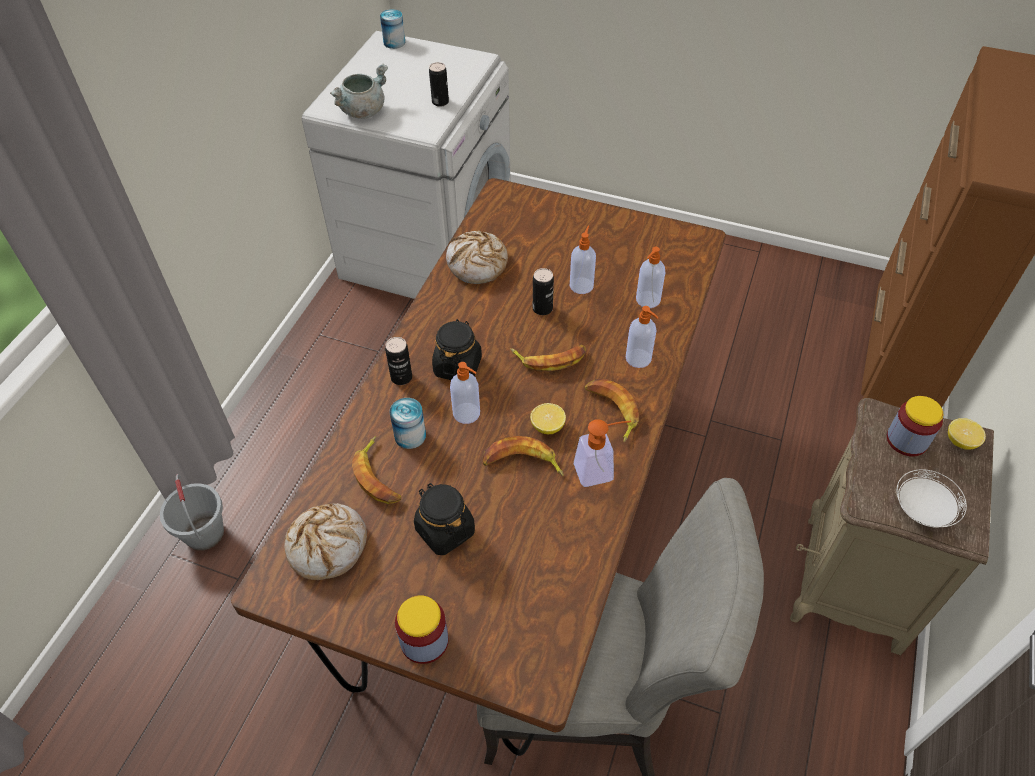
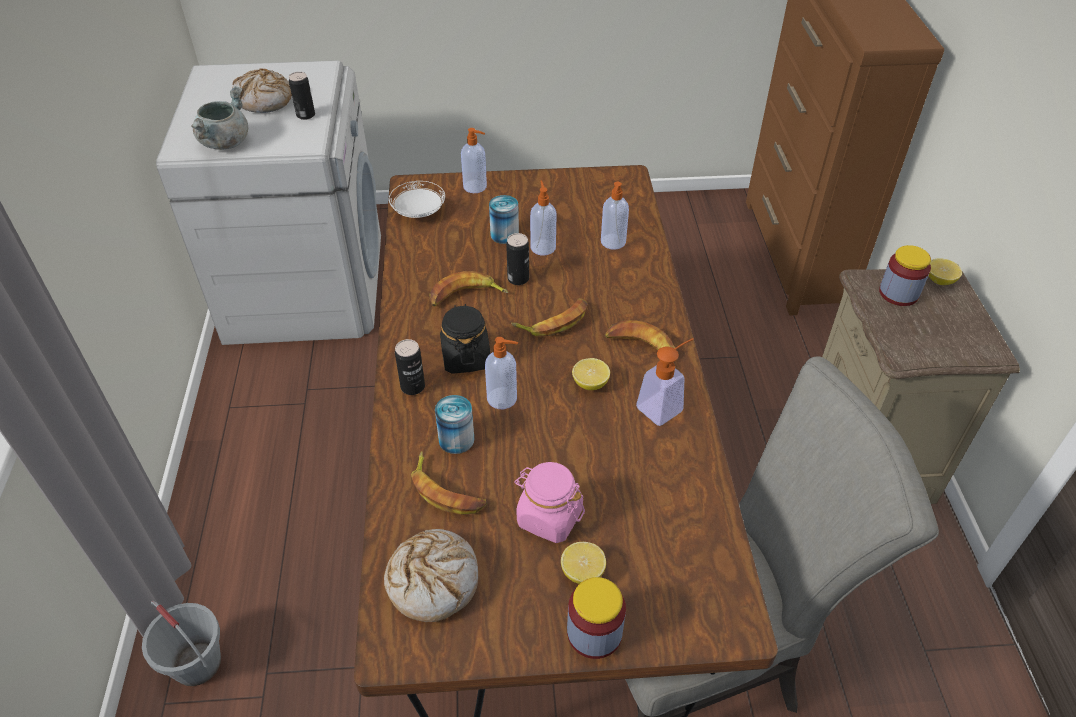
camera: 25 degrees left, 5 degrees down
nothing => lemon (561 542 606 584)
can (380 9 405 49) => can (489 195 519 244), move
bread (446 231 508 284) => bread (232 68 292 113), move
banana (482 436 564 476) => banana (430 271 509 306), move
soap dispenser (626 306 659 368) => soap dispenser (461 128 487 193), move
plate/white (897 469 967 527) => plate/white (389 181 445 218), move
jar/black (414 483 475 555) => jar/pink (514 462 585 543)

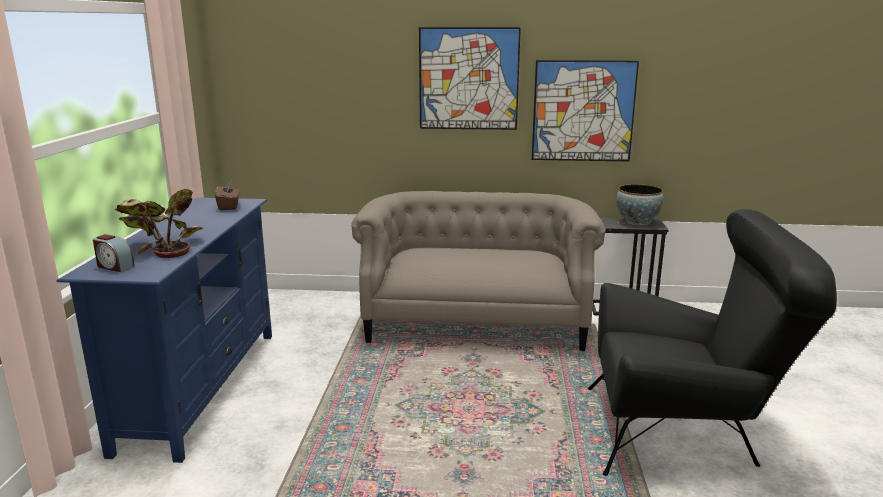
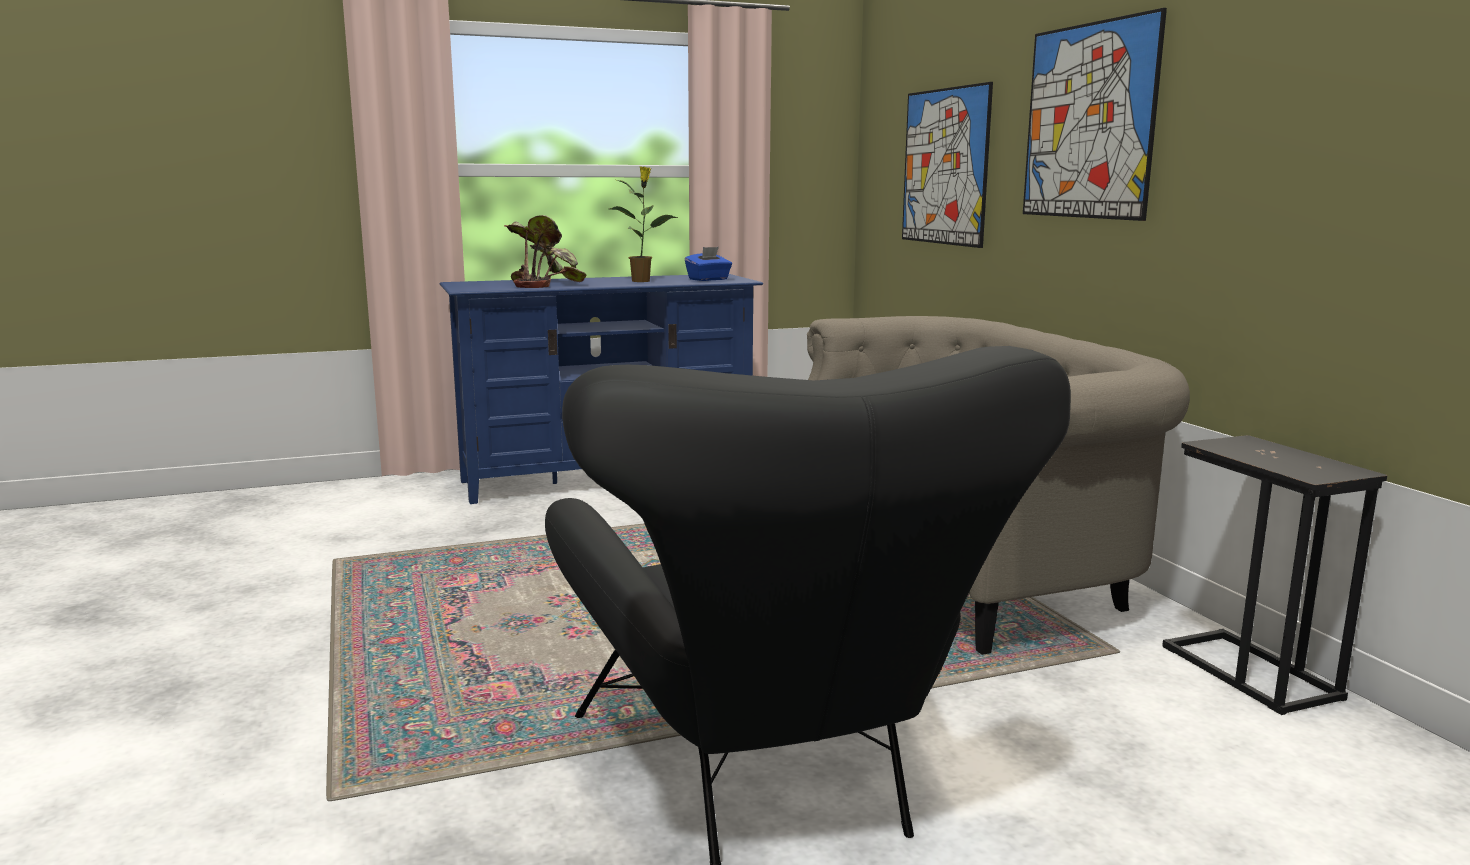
camera: 65 degrees right, 5 degrees down
alarm clock (93 234 135 272) => nothing
bowl (616 184 663 225) => nothing
nothing => potted plant (610 166 678 282)
picture (532 60 639 161) => picture (902 82 993 248), move
tissue box/brown (215 181 240 210) => tissue box/blue (685 247 732 281)

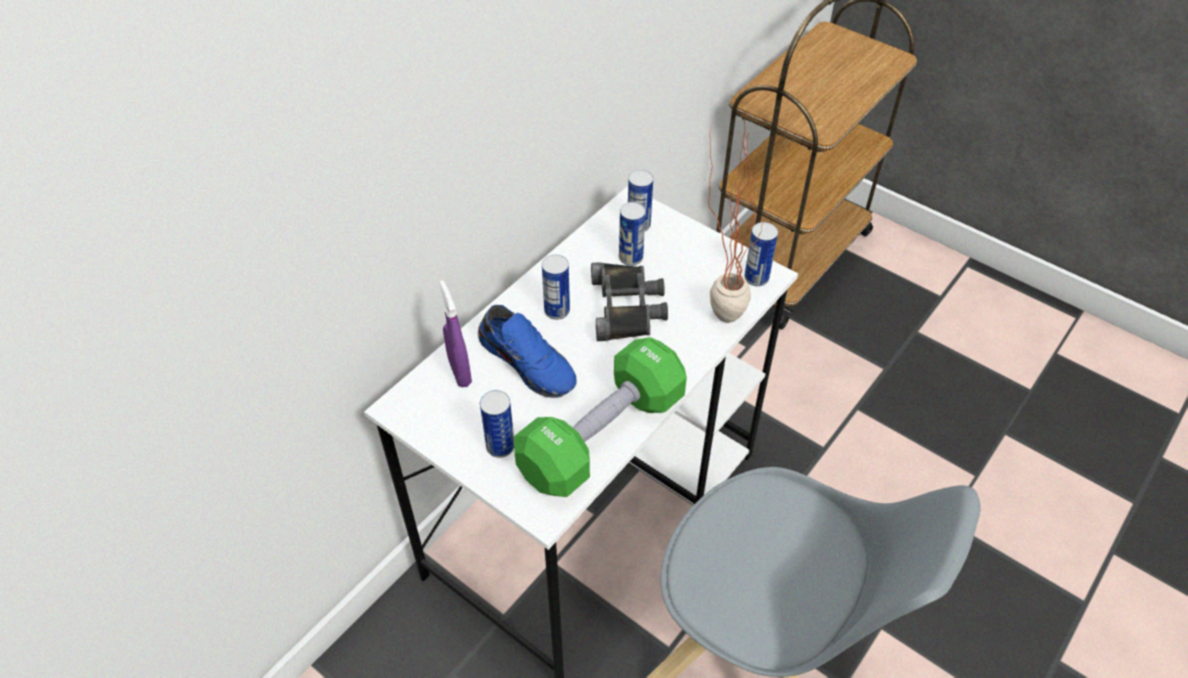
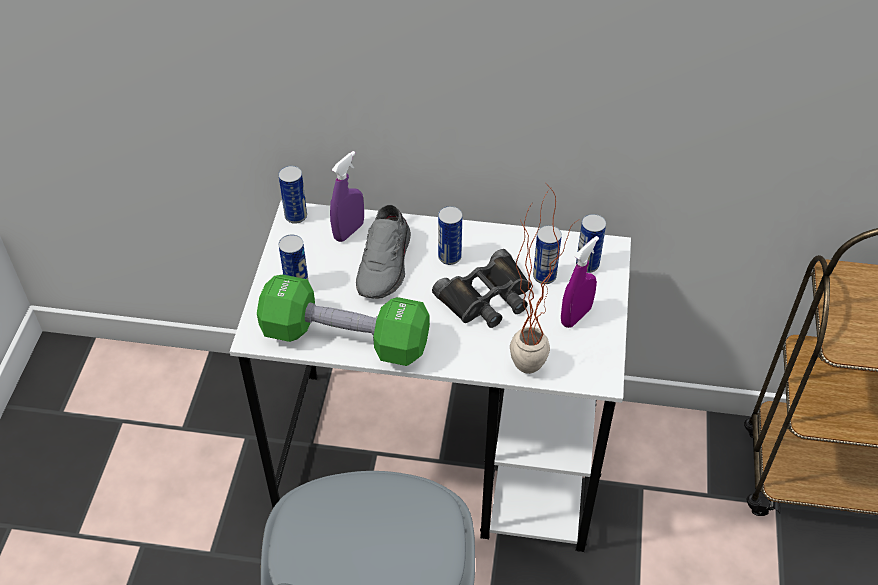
camera: 60 degrees right, 0 degrees up
nothing => spray bottle/purple (561 236 599 328)
can (744 222 778 286) => can (278 166 307 224), move
shoe/blue (478 305 577 398) => shoe/grey (356 204 411 299)

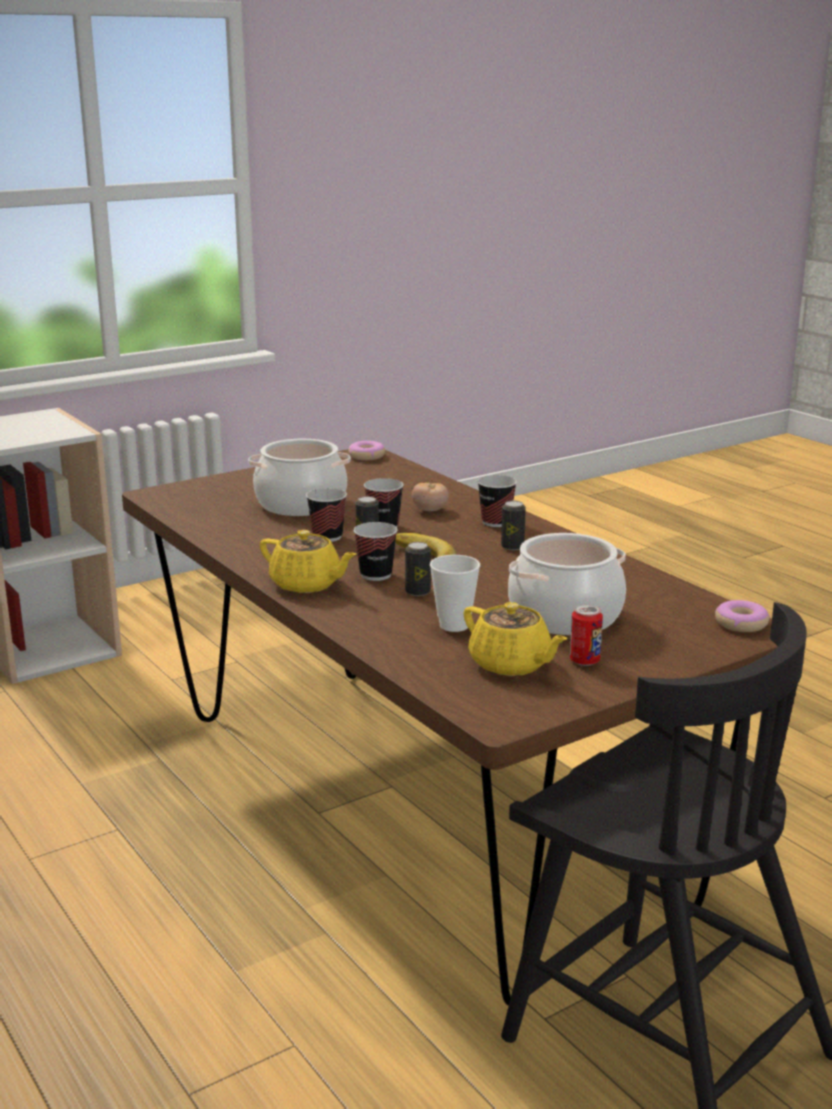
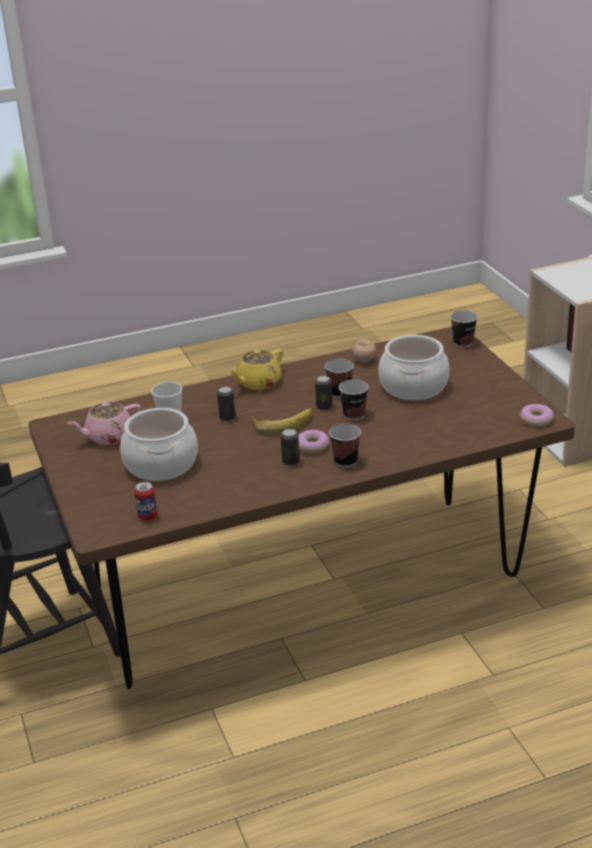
camera: 105 degrees right, 10 degrees up
cup (353 522 398 581) => cup (450 310 478 347), move
tomato (412 482 449 511) => tomato (352 339 376 363), move
can (570 604 603 666) => can (134 482 157 521), move
donut (715 600 770 632) => donut (298 430 329 453), move
teapot/yellow (463 602 567 676) => teapot/pink (67 402 141 445)

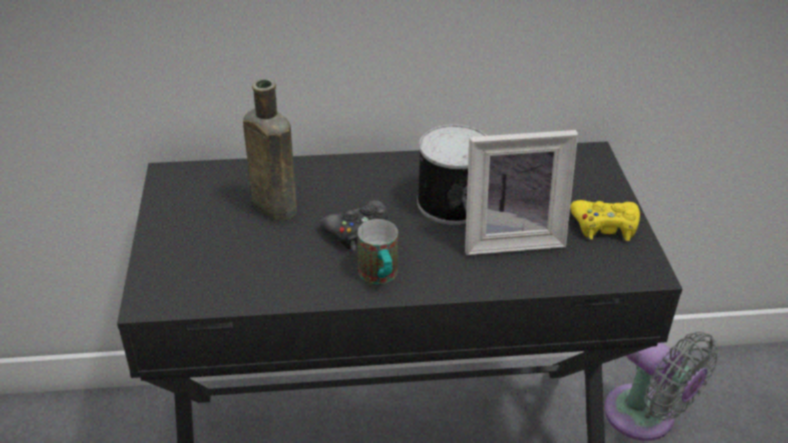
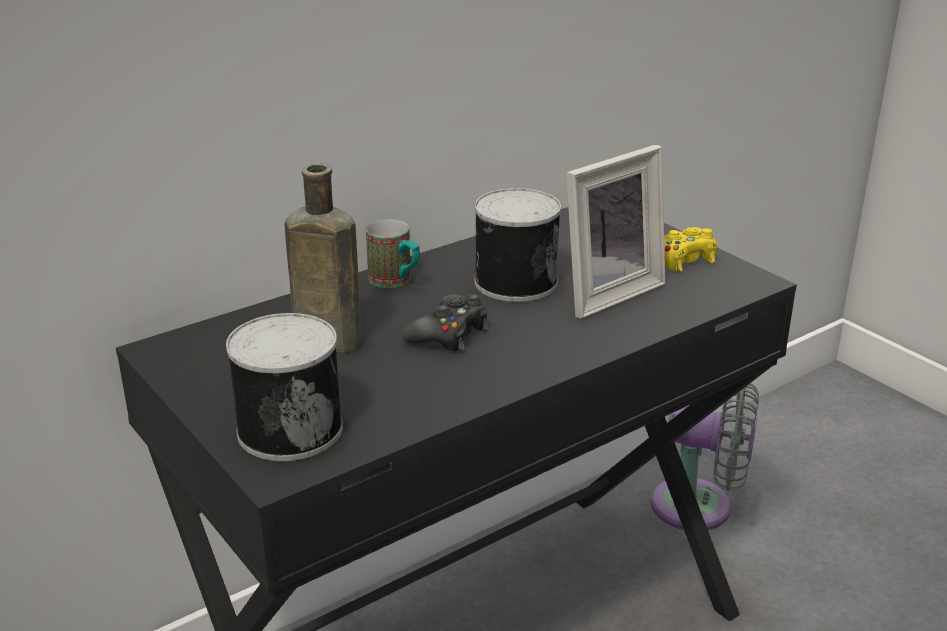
camera: 30 degrees left, 10 degrees down
nothing => can (226 313 343 461)
mug (357 219 398 284) => mug (366 219 420 288), move

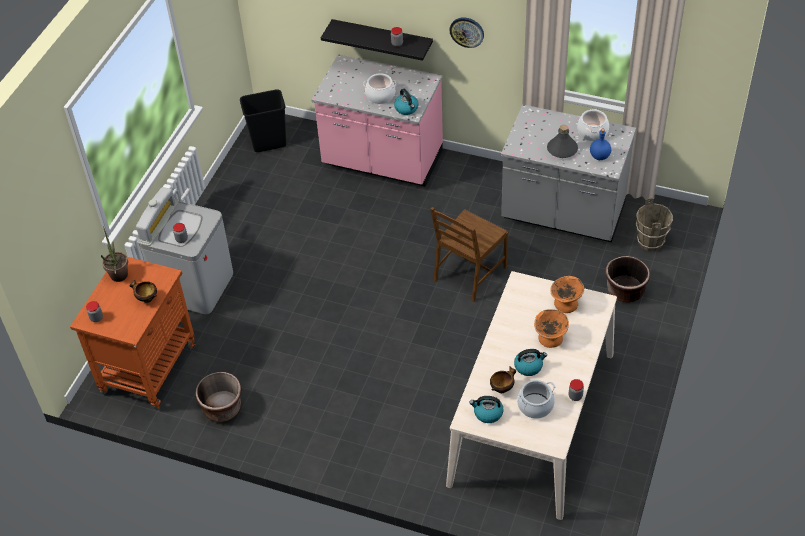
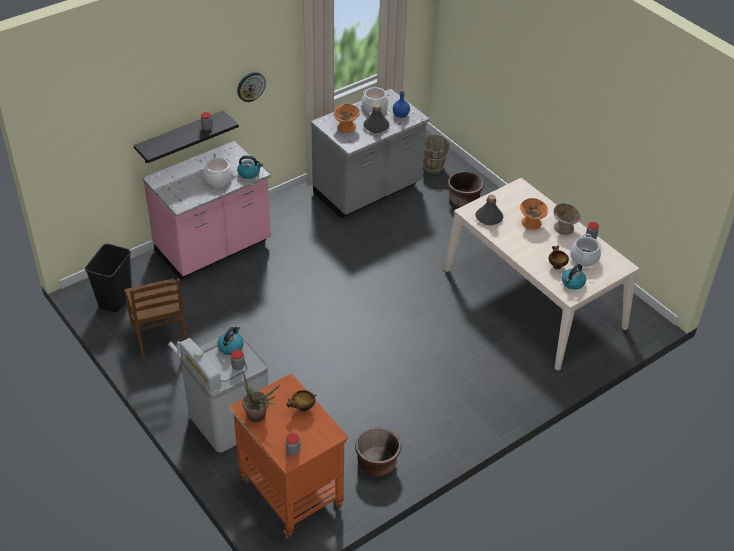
camera: 60 degrees left, 5 degrees down
nothing => bottle/grey (475 195 503 225)
nothing => bowl/beige (553 203 581 235)
chair/brown (430 207 508 302) => chair/brown (124 278 187 362), move
kettle (514 349 547 376) => kettle (217 326 244 355), move
bowl/orange (550 276 584 313) => bowl/orange (334 104 360 133), move

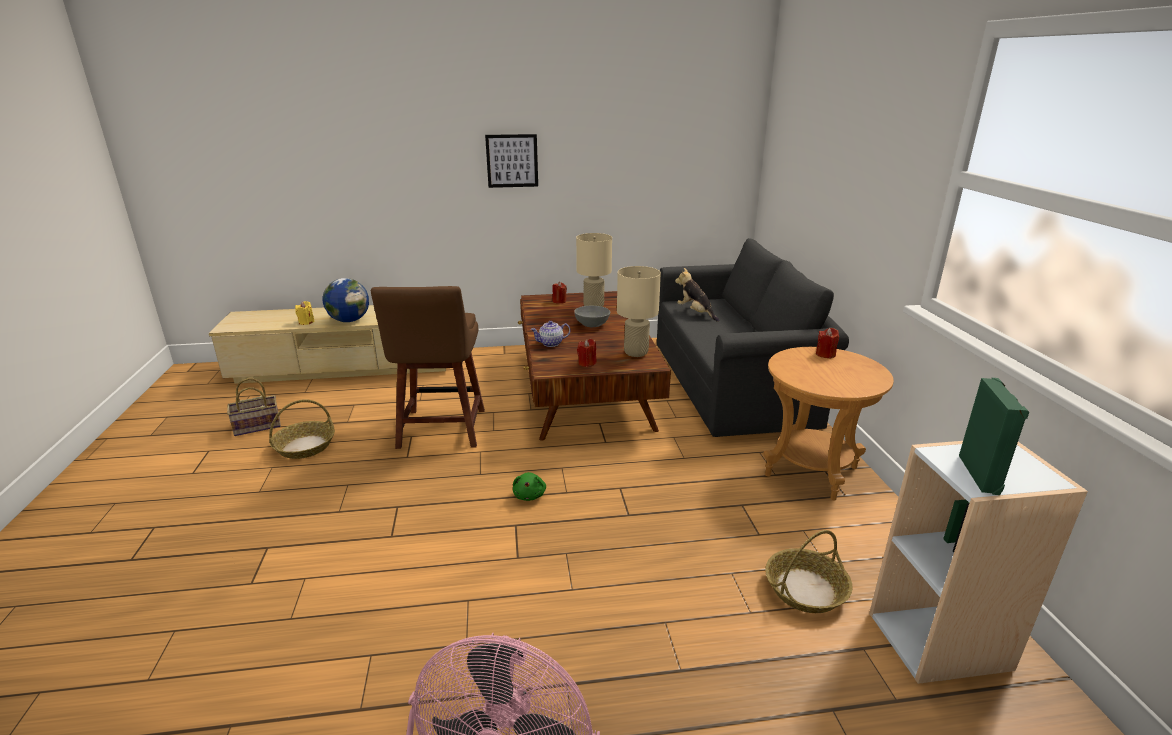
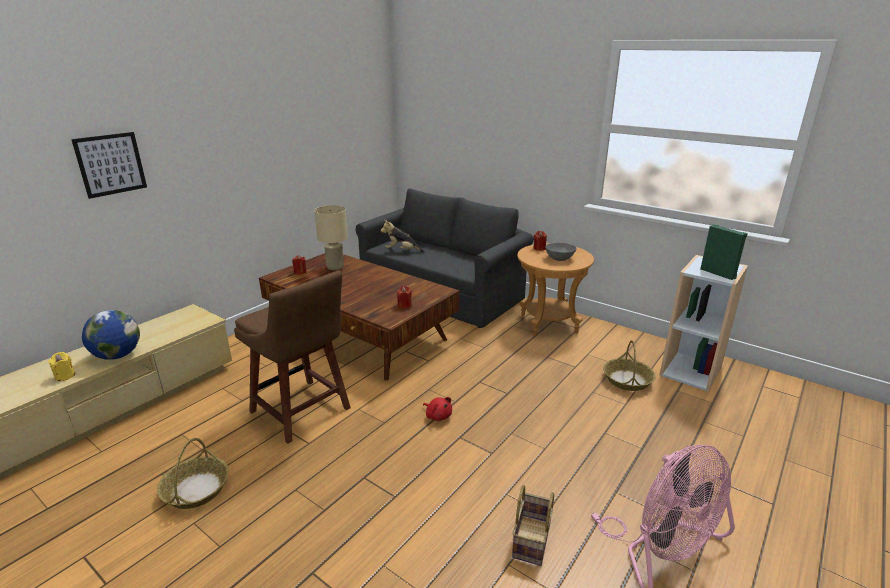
camera: 45 degrees left, 0 degrees up
teapot (530 321 571 347) => nothing
table lamp/beige (617 266 661 357) => nothing
basket (227 378 281 436) => basket (512 485 554 566), move
picture (485 134 538 188) => picture (71 132 147 199), move
bowl/grey (574 306 610 327) => bowl/grey (546 243 577 261), move
plush toy/green (513 472 546 501) => plush toy/red (423 397 452 421)

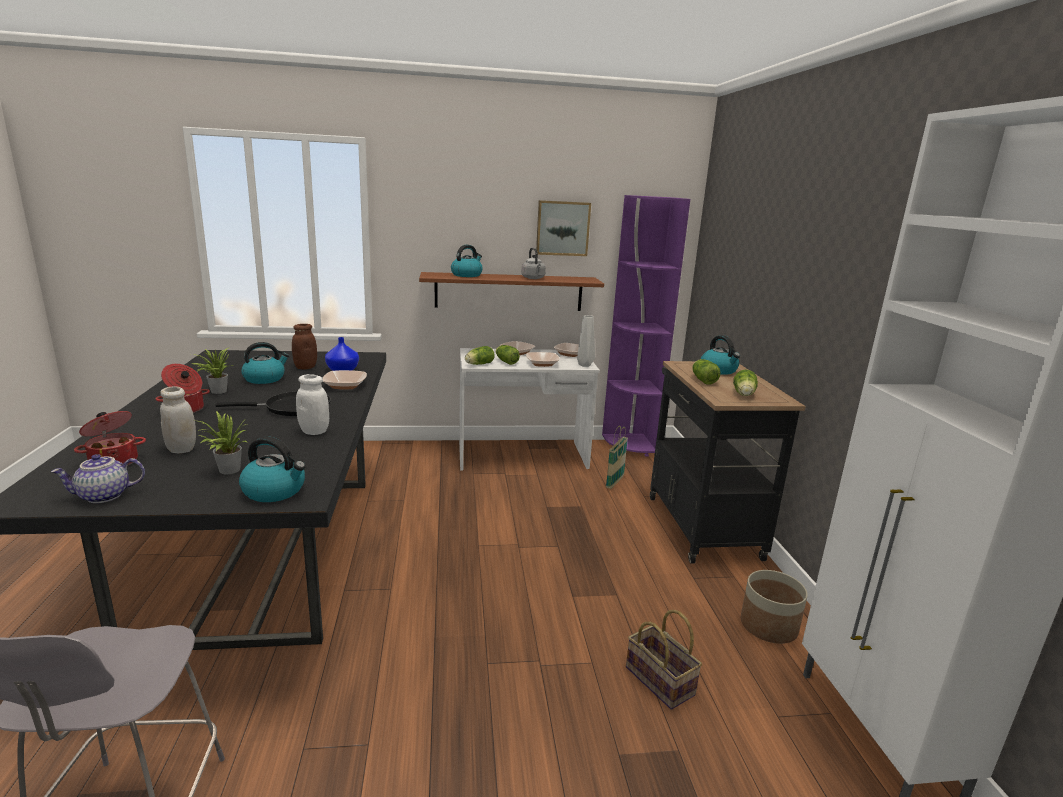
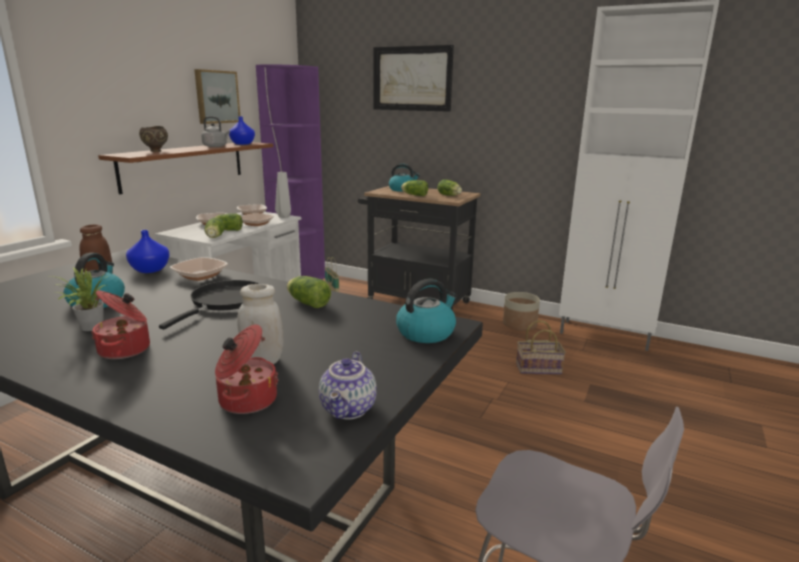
camera: 55 degrees left, 0 degrees up
potted plant (198 411 248 474) => nothing
nothing => vase/blue (229 117 255 145)
nothing => picture (373 45 454 112)
jar/white (296 374 329 435) => lettuce (287 276 331 308)
kettle (451 245 483 277) => bowl/brown (139 126 168 152)

